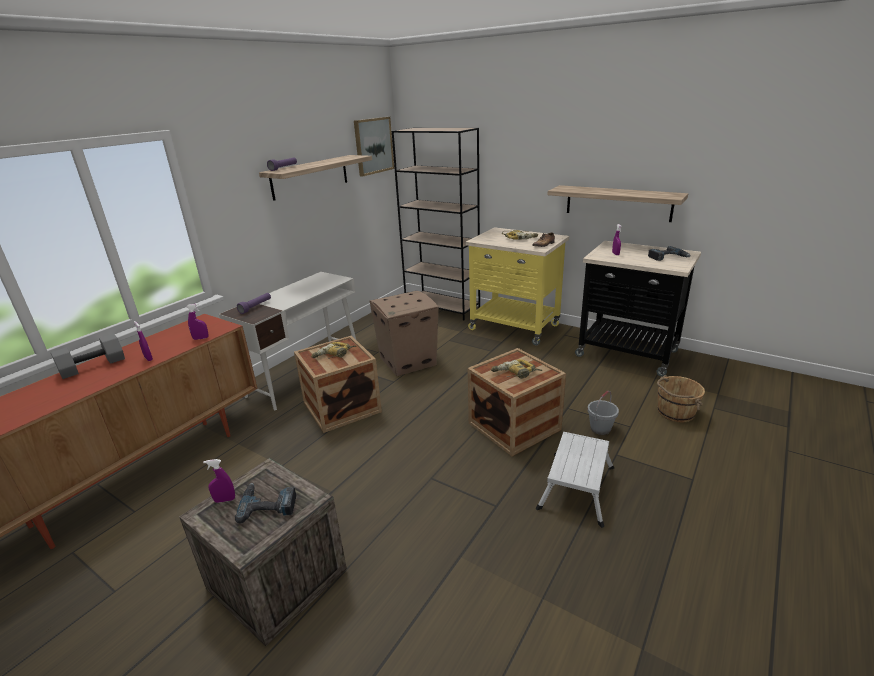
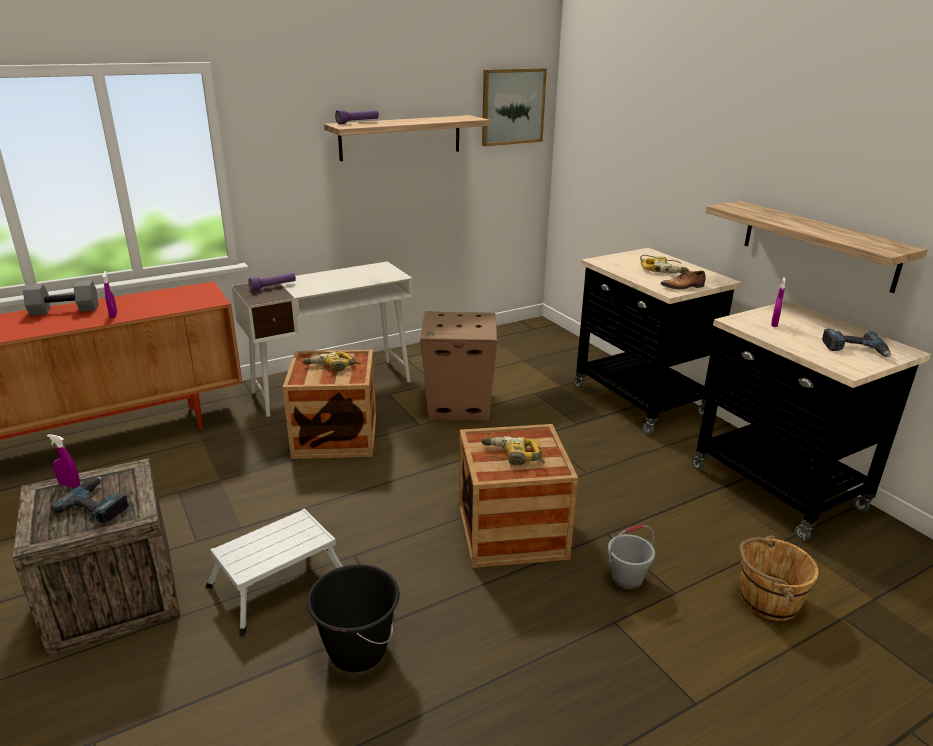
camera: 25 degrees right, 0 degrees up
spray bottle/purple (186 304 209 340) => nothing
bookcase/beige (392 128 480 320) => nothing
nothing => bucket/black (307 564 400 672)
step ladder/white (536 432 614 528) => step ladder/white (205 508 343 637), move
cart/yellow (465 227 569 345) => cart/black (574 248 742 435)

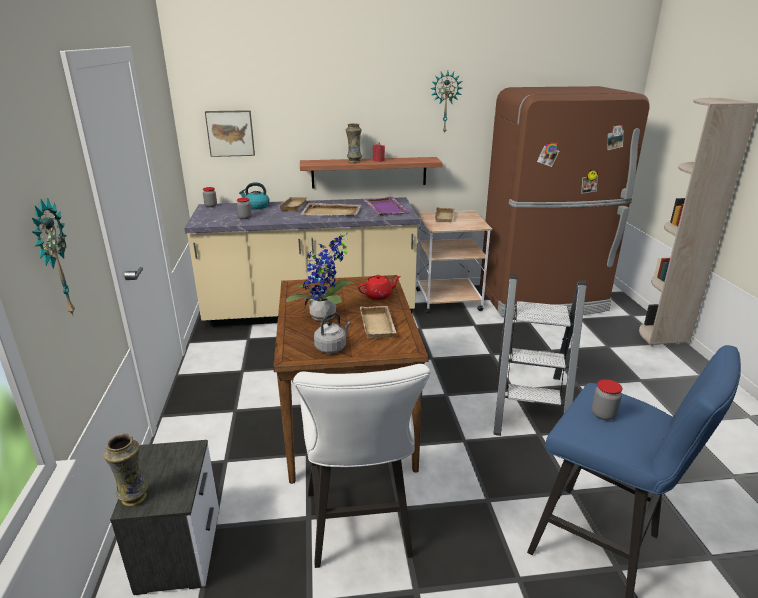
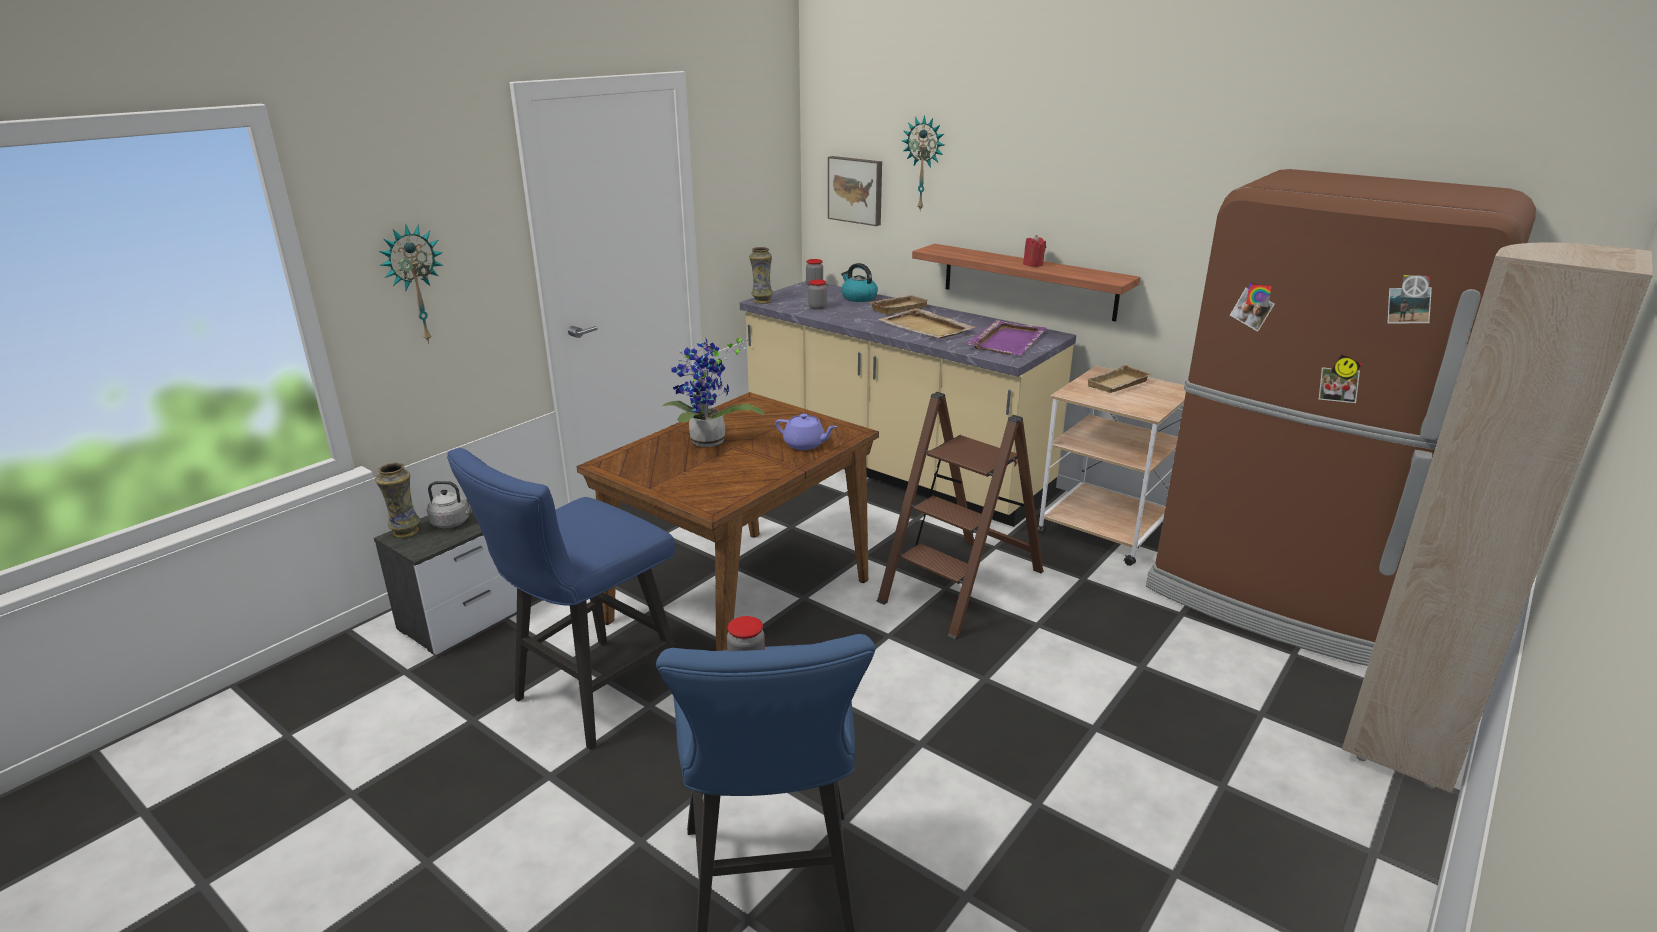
camera: 45 degrees right, 0 degrees up
tray/beige (360 306 396 340) => nothing
step ladder/grey (493 274 587 436) => nothing
nothing => step ladder/brown (877 392 1044 640)
kettle/grey (314 312 351 353) => kettle/grey (427 481 472 528), move
vase (346 124 362 163) => vase (749 247 773 304), move
wall clock (430 71 462 134) => wall clock (902 115 945 212), move
stool/white (293 364 430 568) => stool/blue (447 448 676 750)
teapot/red (358 275 401 300) => teapot/purple (775 414 837 450)

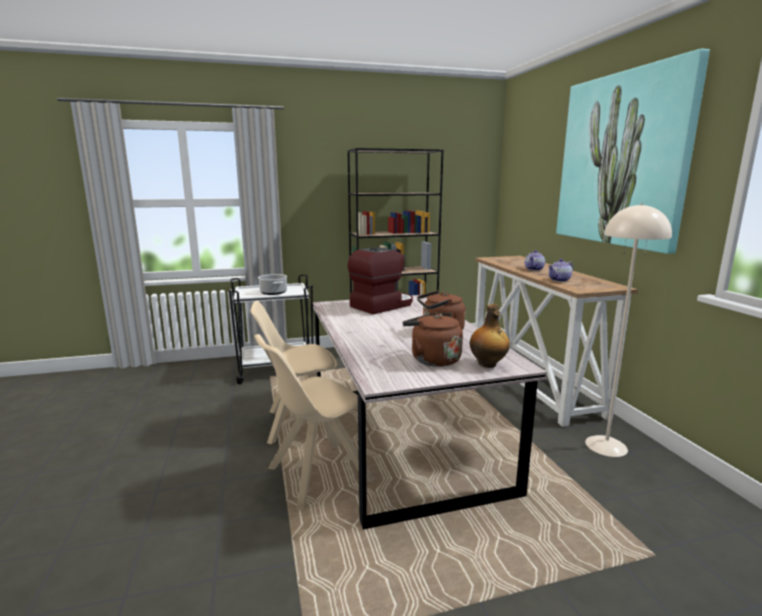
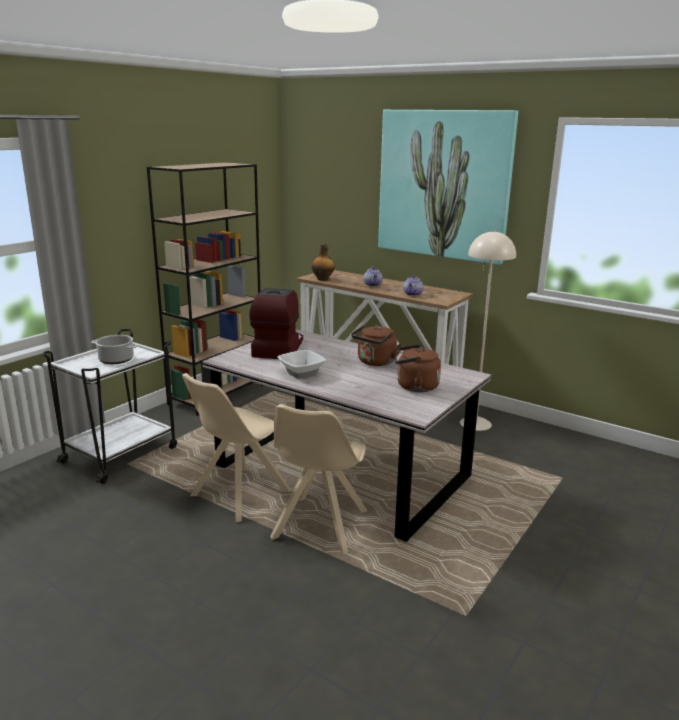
camera: 40 degrees left, 5 degrees up
nothing => bowl (277 350 326 379)
bottle (470 304 510 368) => bottle (312 243 335 281), move

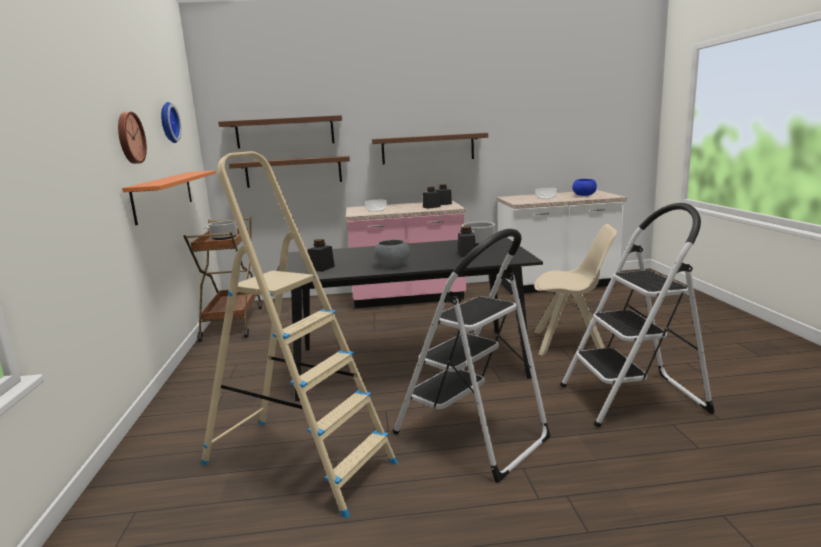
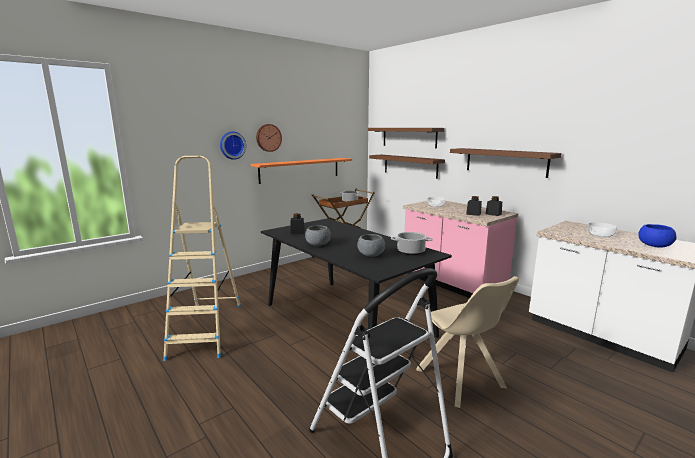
camera: 55 degrees right, 0 degrees up
step ladder (393 229 551 483) => nothing
wall clock (161 102 182 143) => wall clock (220 131 246 160), move
jar/black (458 226 476 257) => bowl/grey (357 234 385 257)

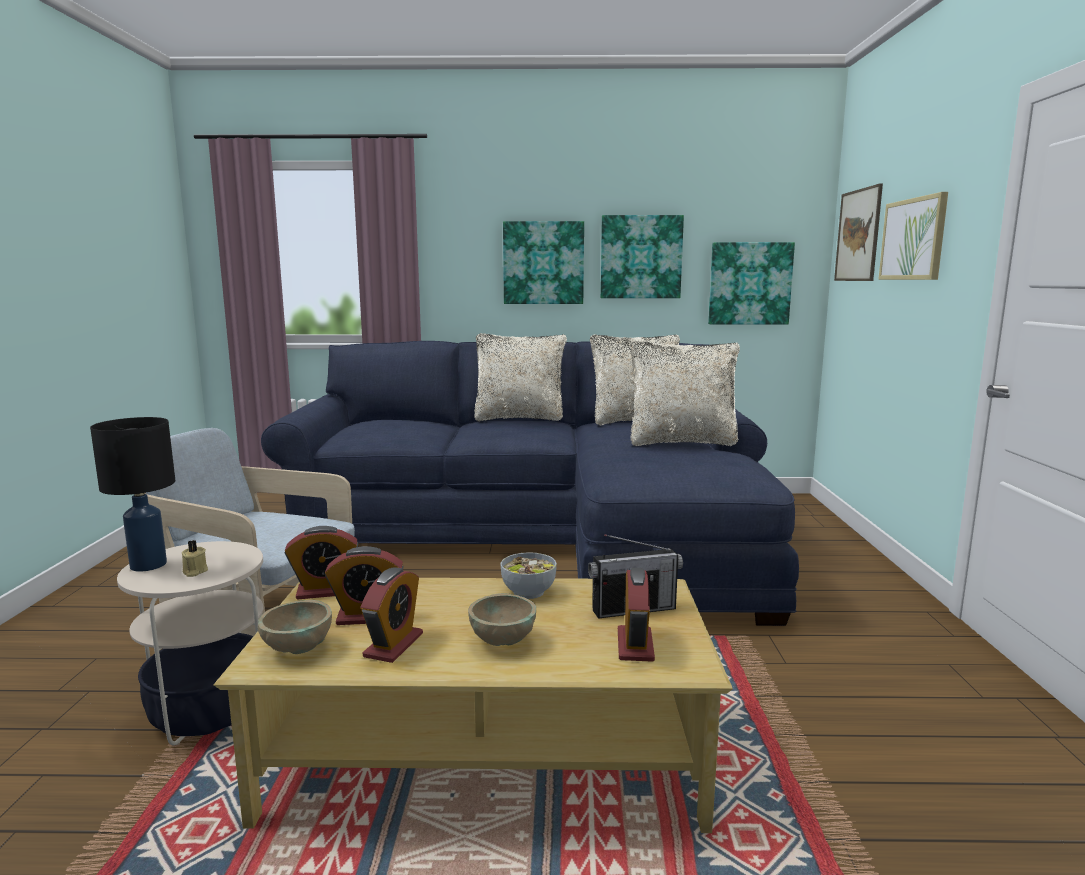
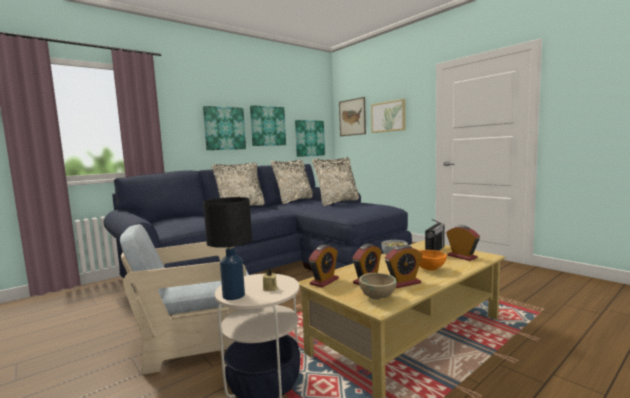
camera: 40 degrees left, 5 degrees down
bowl/beige (468 593 536 646) => bowl/orange (419 250 447 271)
alarm clock (361 567 423 663) => alarm clock (385 245 422 288), 90 degrees clockwise

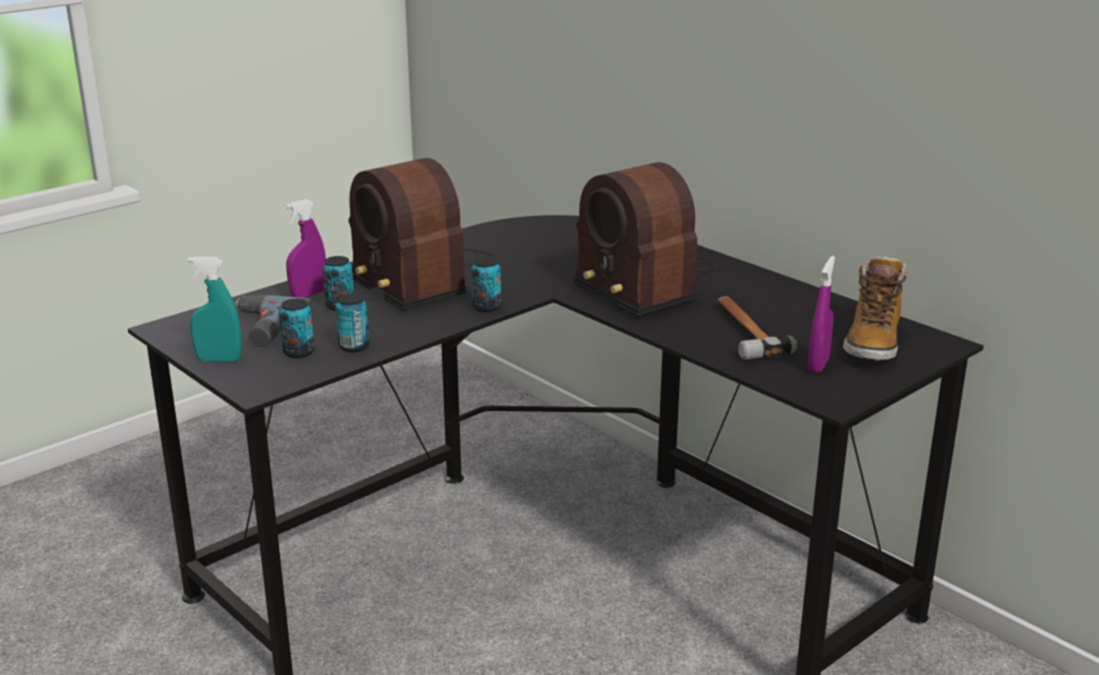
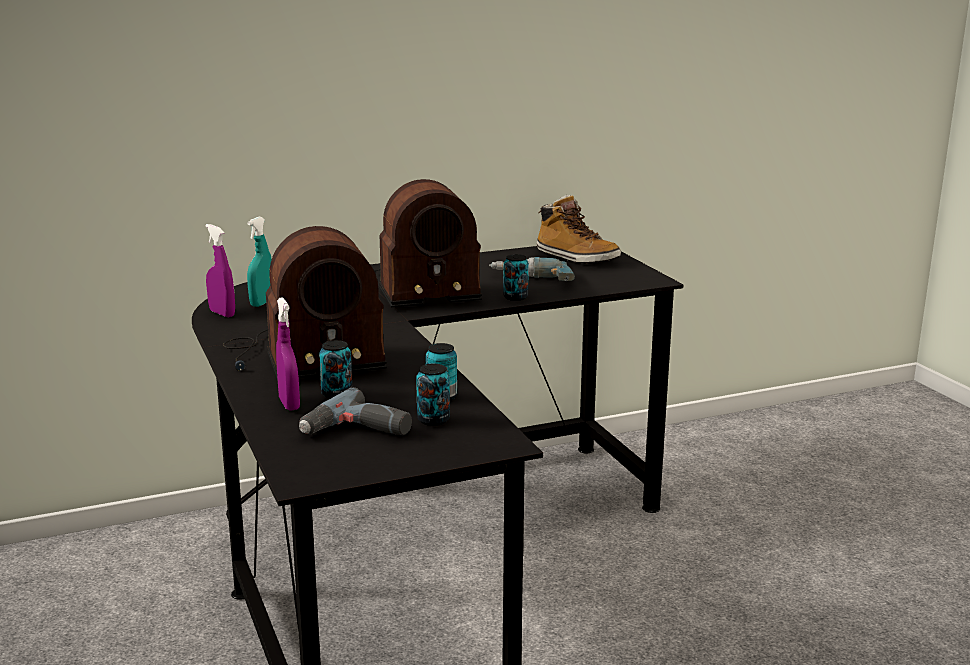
camera: 70 degrees left, 5 degrees down
spray bottle/turquoise (188 257 242 362) => spray bottle/turquoise (247 217 272 307), move
can (471 257 501 312) => can (503 254 529 301), move
spray bottle/purple (808 256 835 373) => spray bottle/purple (205 224 235 317), move
hammer (718 296 797 360) => power drill (489 257 575 281)

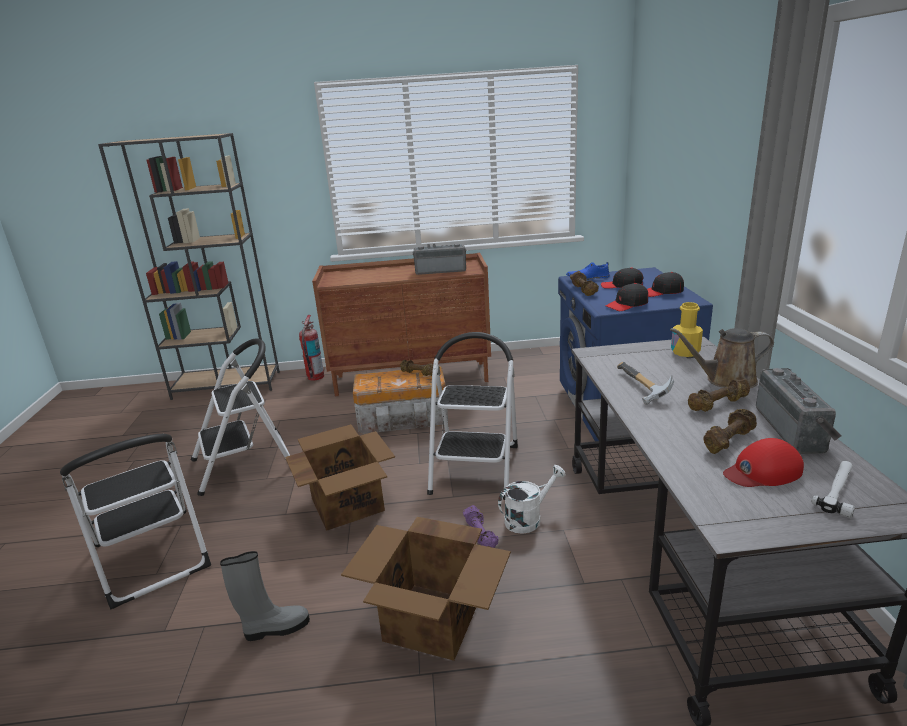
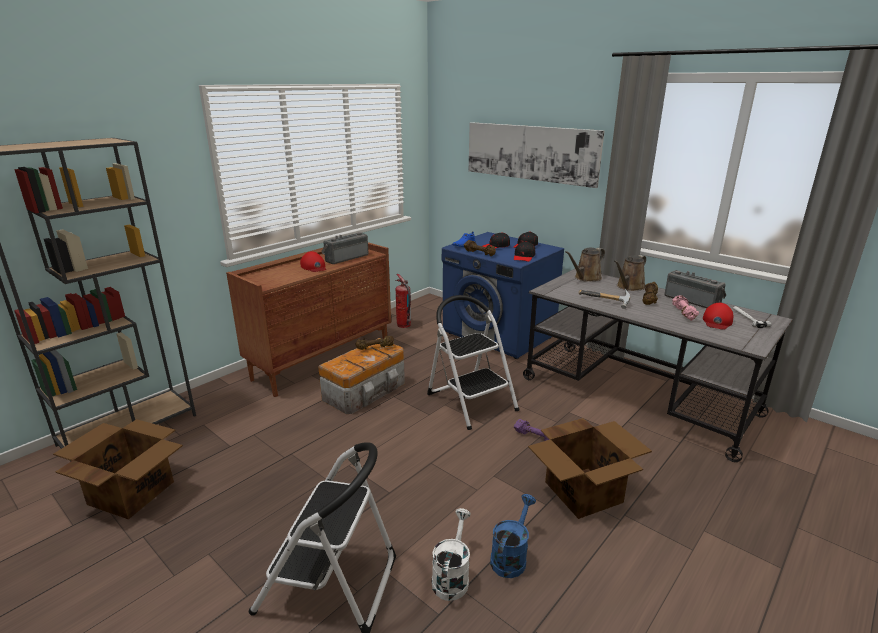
camera: 45 degrees left, 0 degrees up
step ladder (191 339 290 496) => nothing
nothing => cap/red (300 251 326 272)
nothing => picture (469 122 605 188)
cardboard box (285 424 395 531) => cardboard box (53 419 183 520), move
fire extinguisher (299 315 324 381) => fire extinguisher (395 274 411 328), move
watering can/white (498 465 566 534) => watering can/white (432 508 471 601), move
boot/grey (220 551 310 641) => watering can/blue (490 494 536 578)
bottle/yellow (671 302 703 357) => watering can/brown (565 248 605 282)
dumbbell/brown (703 409 757 454) => dumbbell/pink (672 295 699 321)

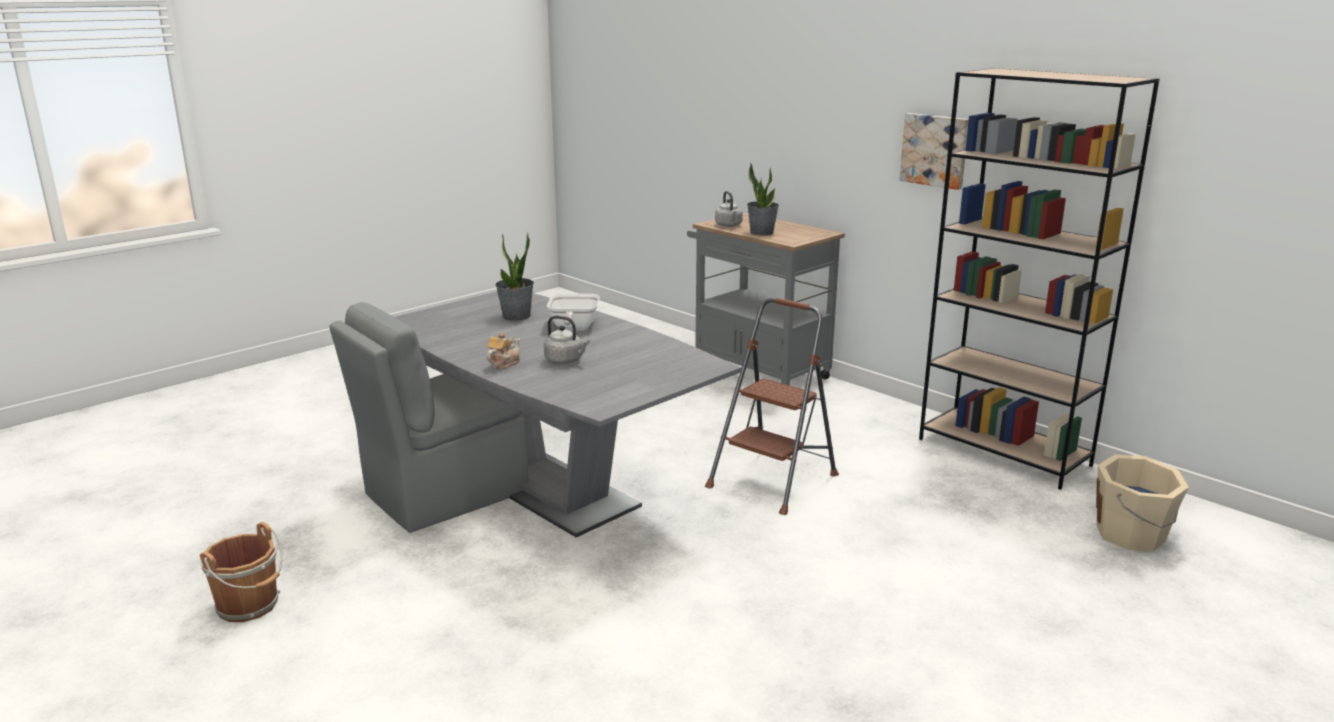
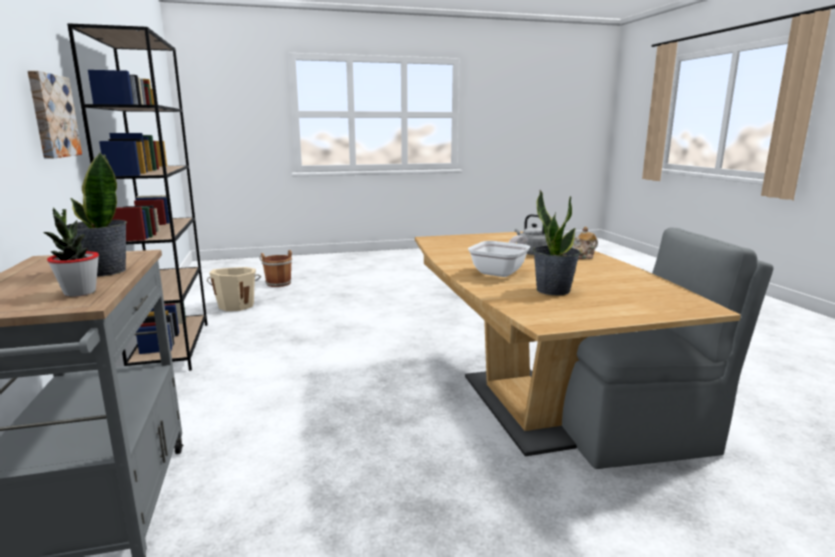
camera: 150 degrees left, 5 degrees down
step ladder/brown (705 298 839 515) => nothing
bucket/brown (200 522 283 622) => bucket/brown (260 250 292 287), move
kettle/grey (715 191 743 227) => potted plant (43 208 99 297)
dining table/grey (395 291 741 538) => dining table/brown (415 231 741 457)

